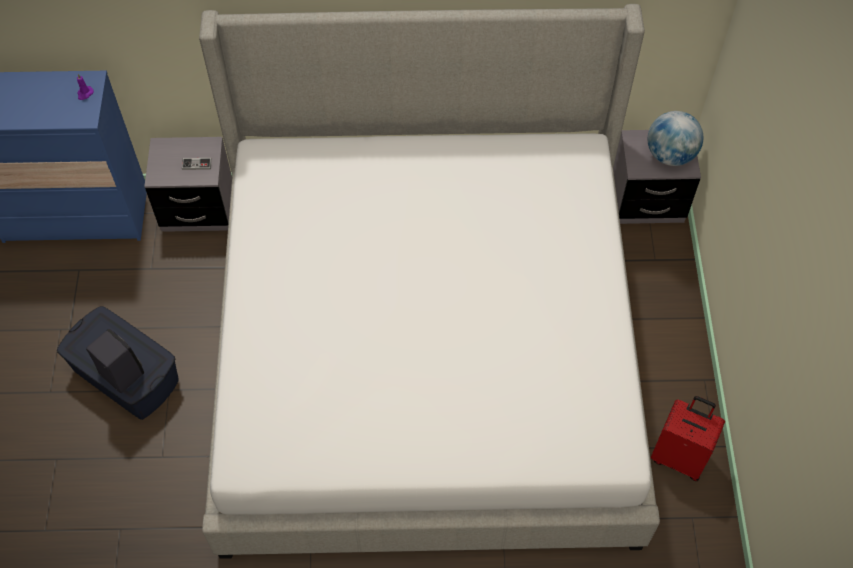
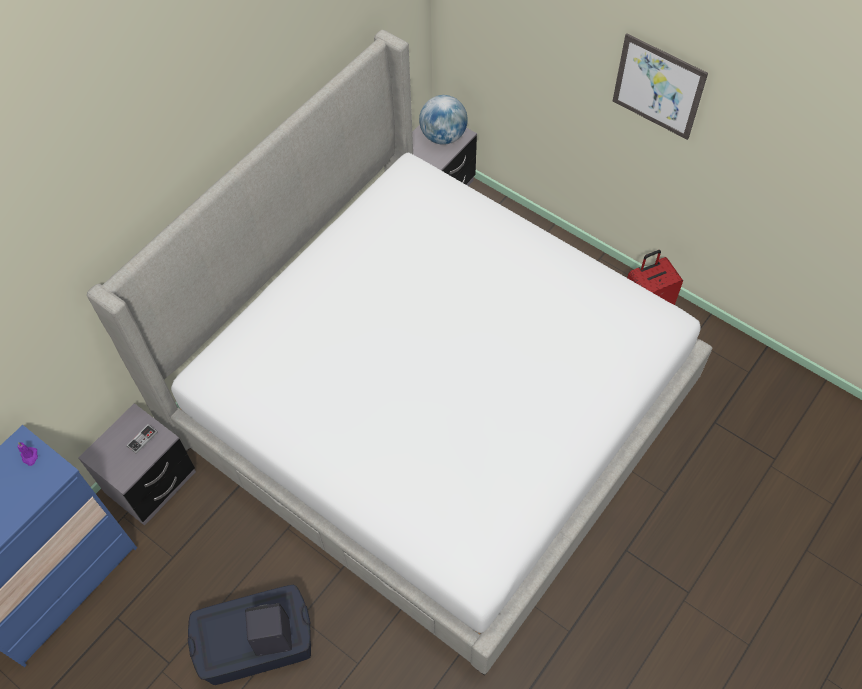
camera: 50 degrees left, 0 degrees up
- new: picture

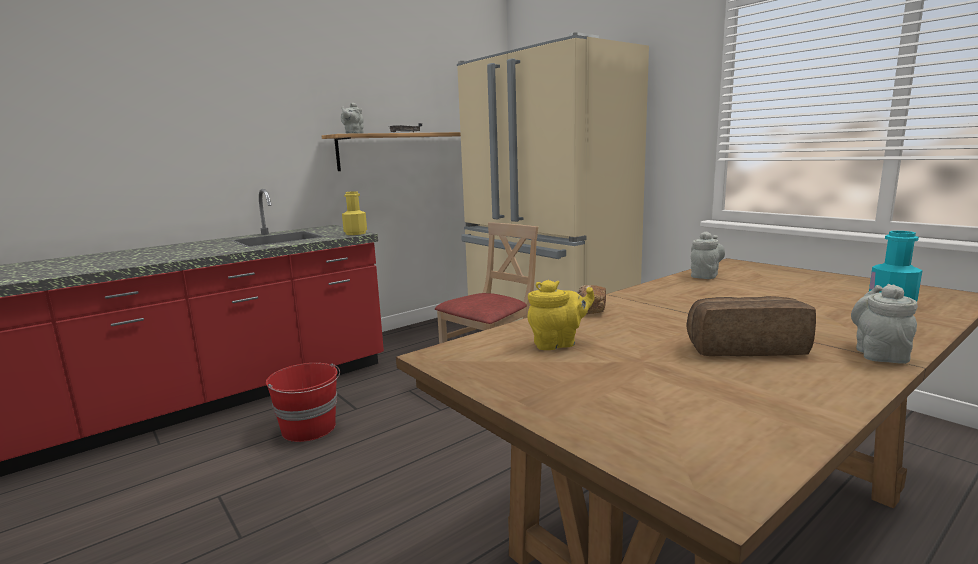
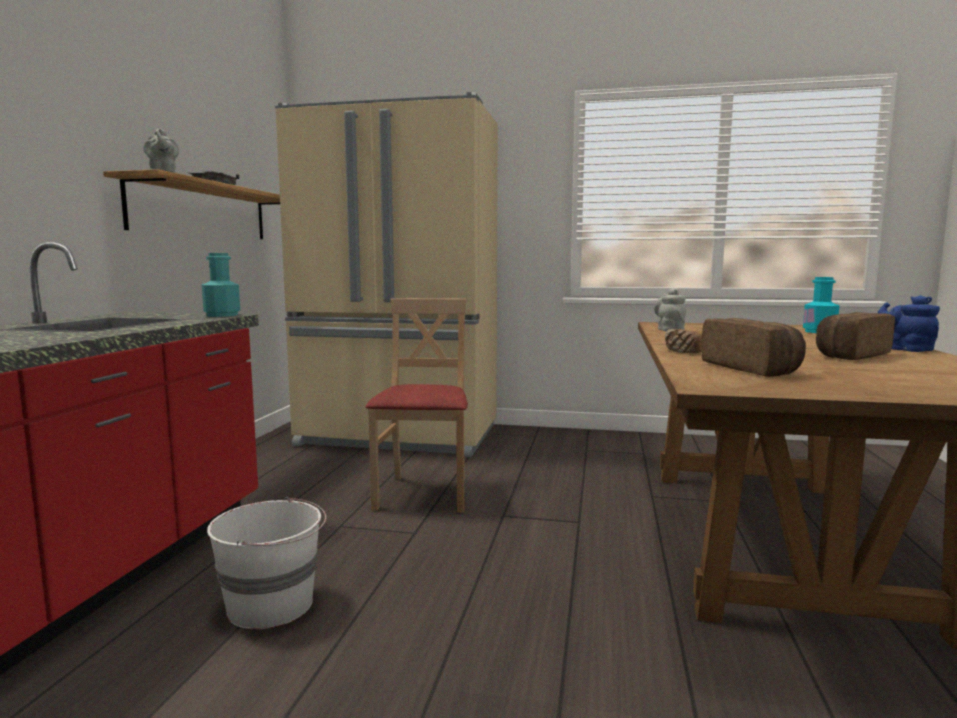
camera: 40 degrees left, 5 degrees down
- repainted: red bucket to white bucket
- repainted: yellow bottle to turquoise bottle (no. 1 from left)
- swapped: yellow teapot to bread (no. 2 from left)
- repainted: grey teapot (no. 3 from left) to blue teapot

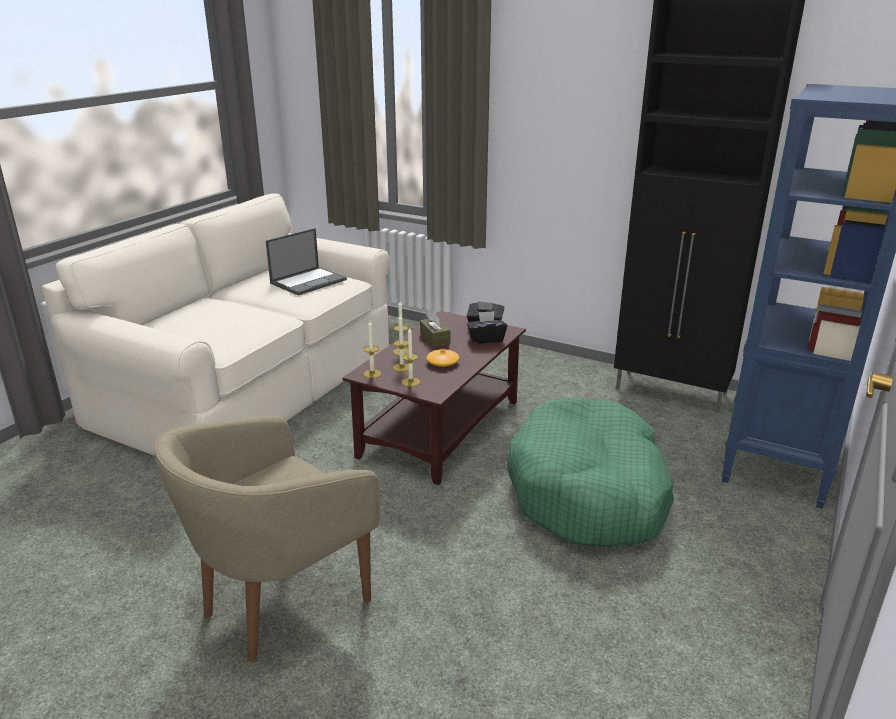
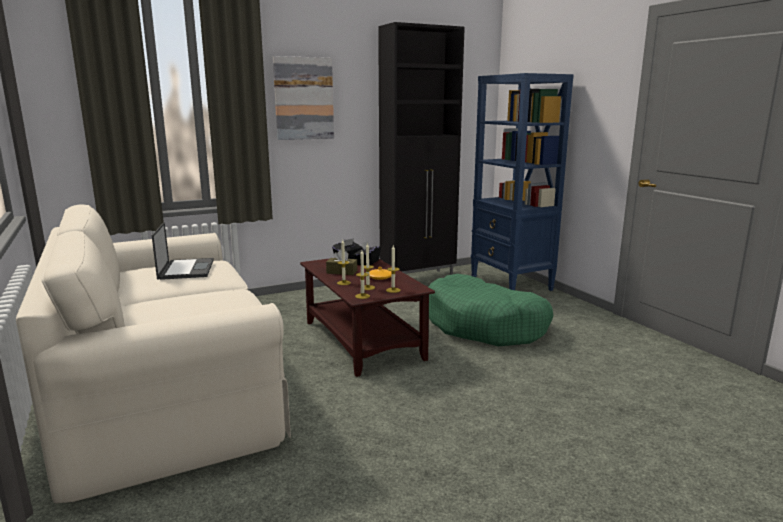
camera: 55 degrees left, 10 degrees down
- gone: beige armchair
- new: picture

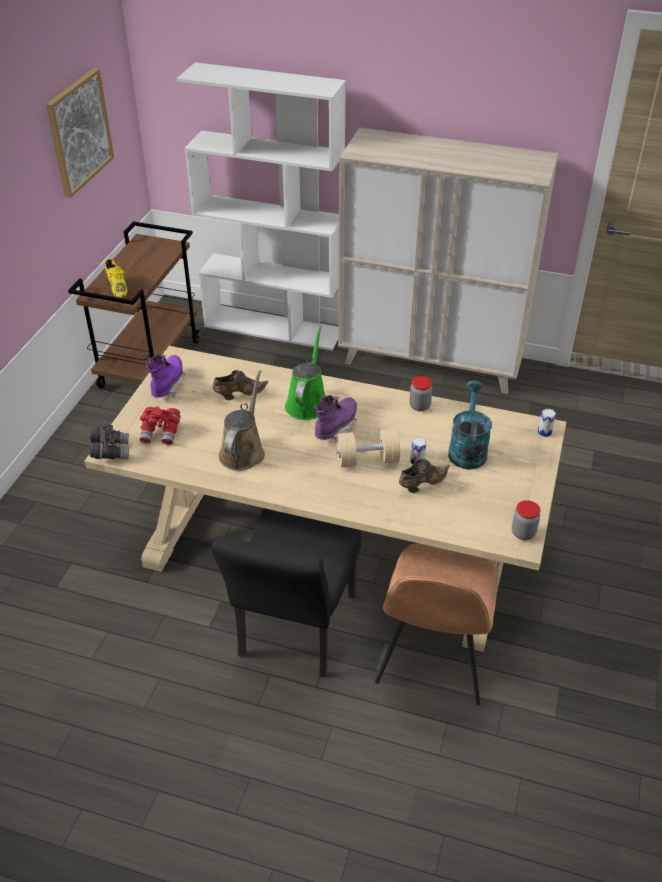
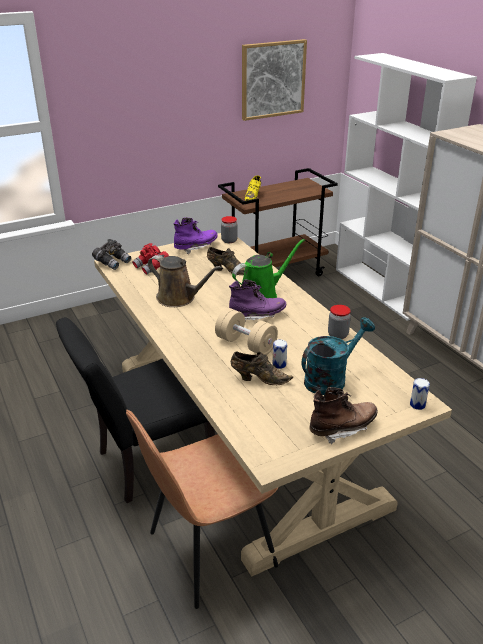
camera: 45 degrees right, 10 degrees down
- rotated: brown watering can 60 degrees clockwise
- shifted: jar (no. 2 from left in the first image) to jar (no. 1 from left)
- new: brown boot

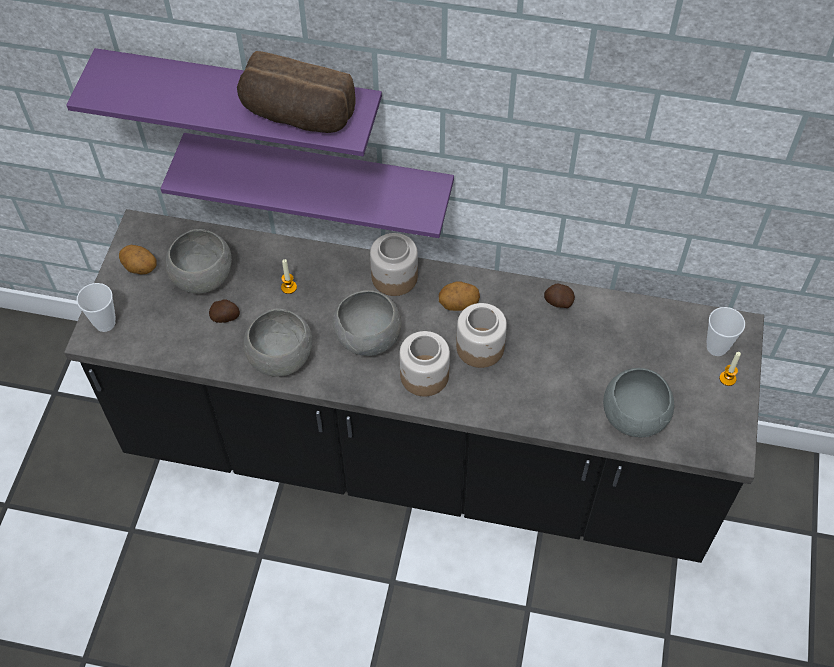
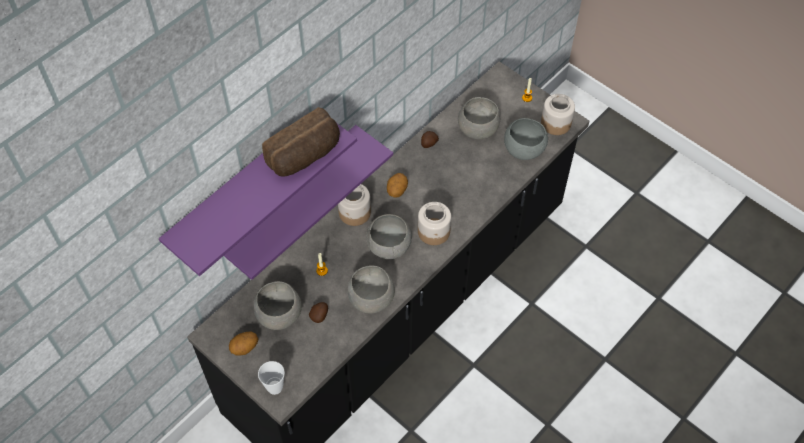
camera: 60 degrees left, 0 degrees up
- shifted: jar (no. 3 from left)
- gone: cup (no. 2 from left)
- new: grey bowl (no. 4 from left)

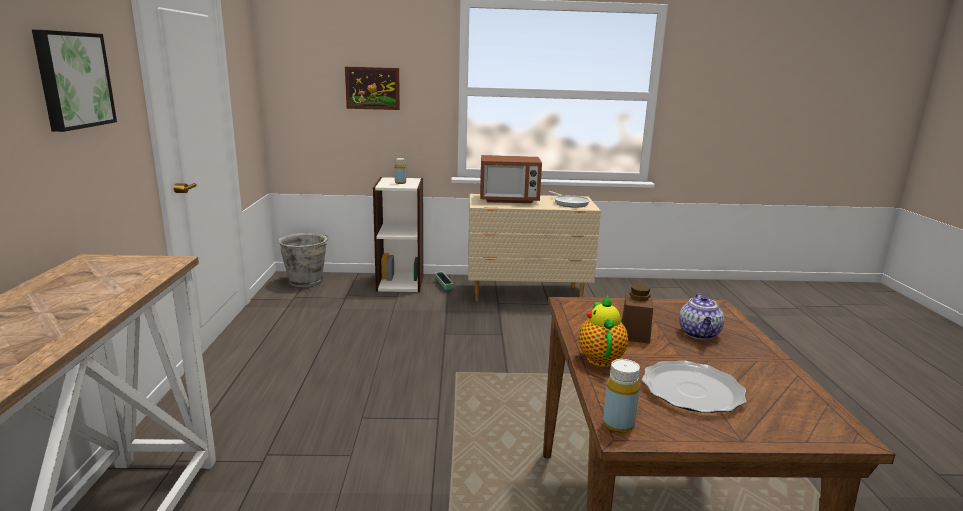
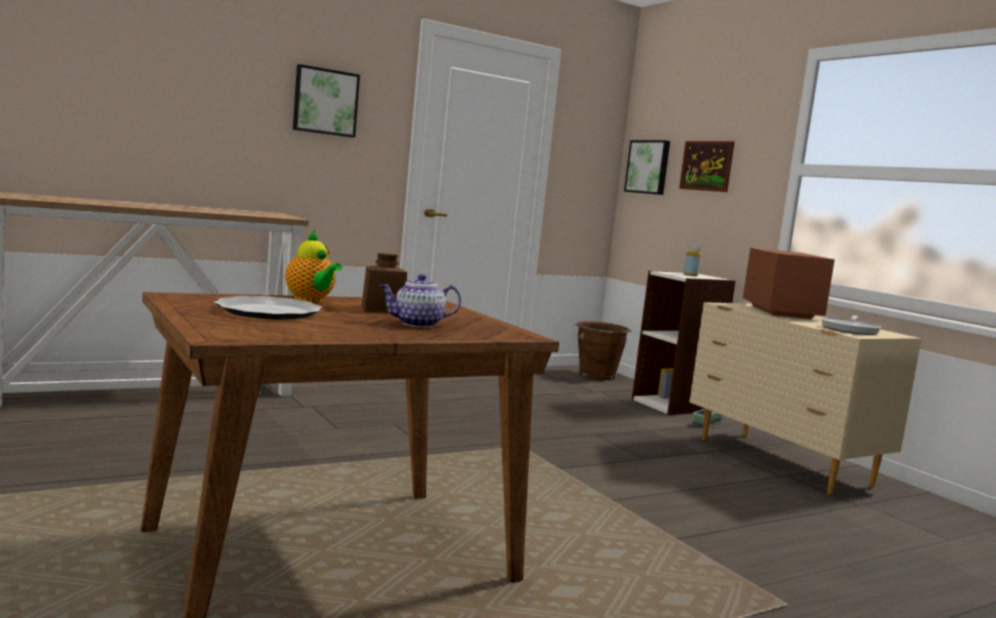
camera: 60 degrees right, 10 degrees down
- repainted: grey bucket to brown bucket
- rotated: microwave 150 degrees counterclockwise
- rotated: teapot (no. 1 from left) 75 degrees clockwise
- gone: yellow bottle (no. 2 from left)
- new: picture (no. 2 from left)

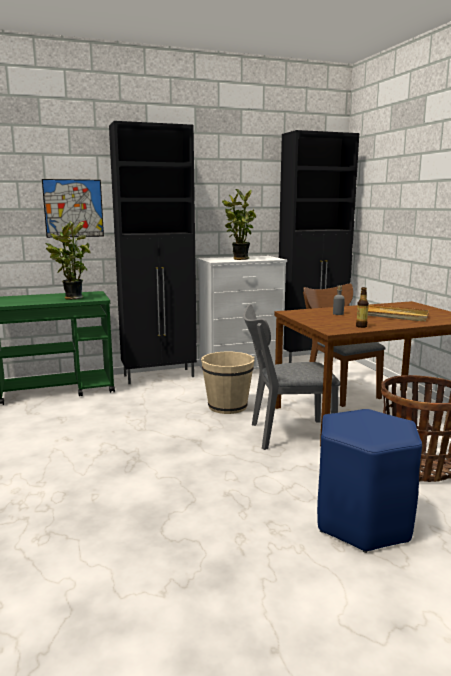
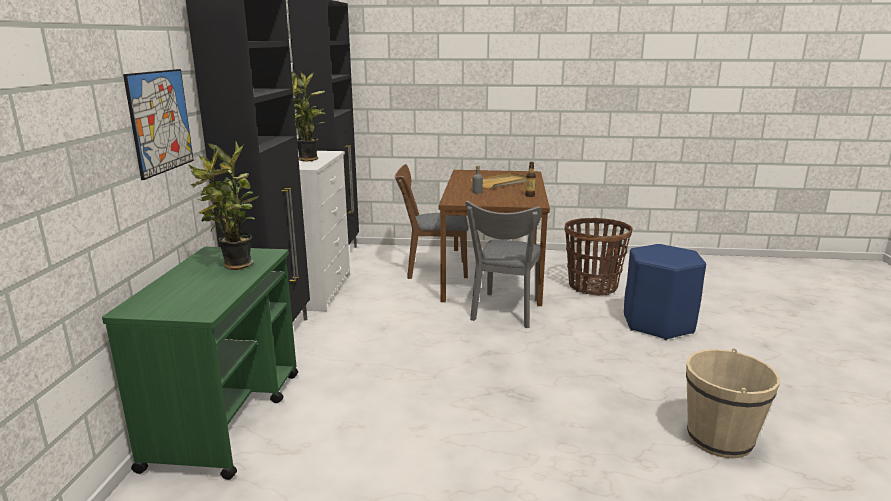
camera: 65 degrees left, 5 degrees up
- shifted: beige bucket

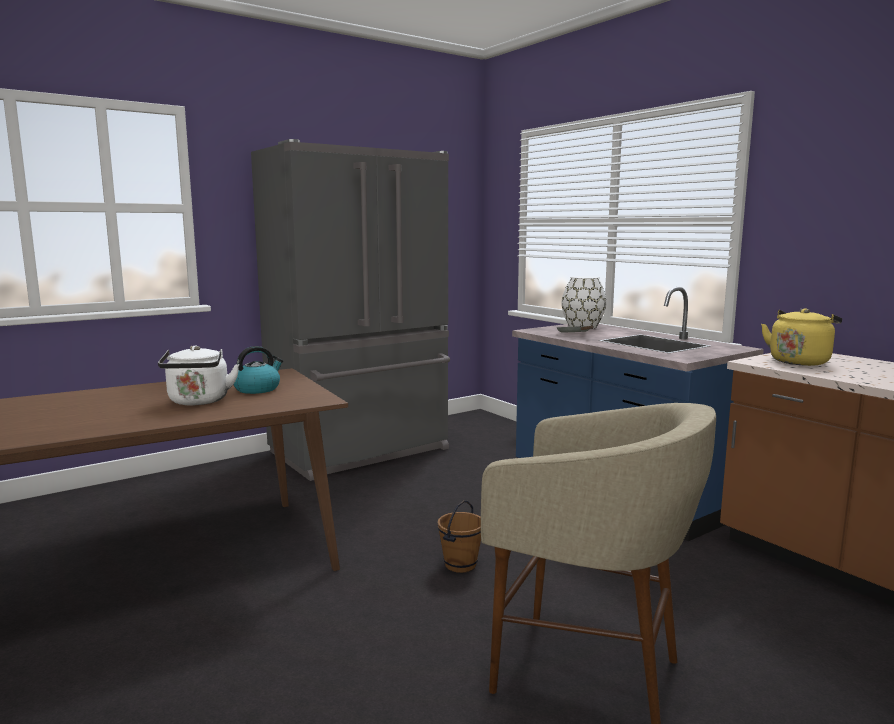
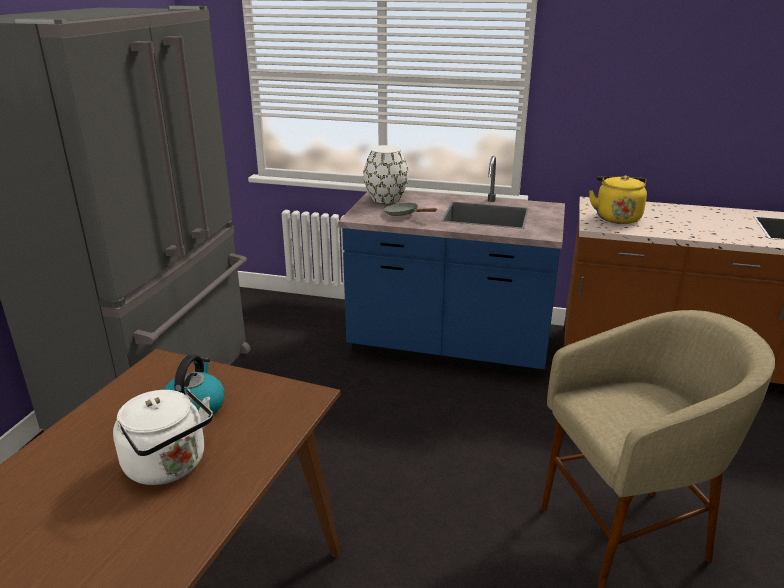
camera: 40 degrees left, 15 degrees up
- gone: brown bucket

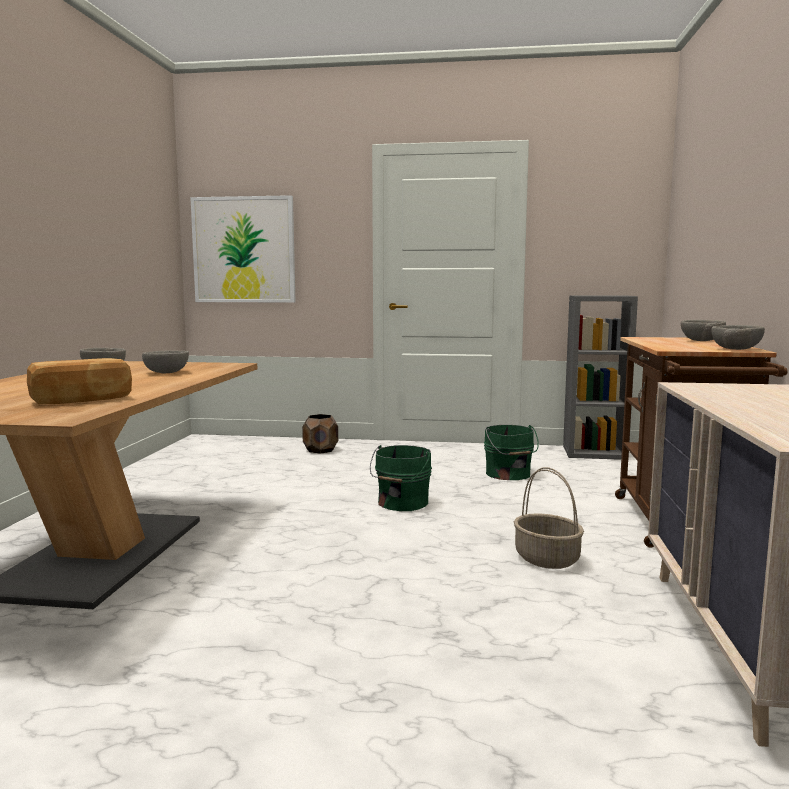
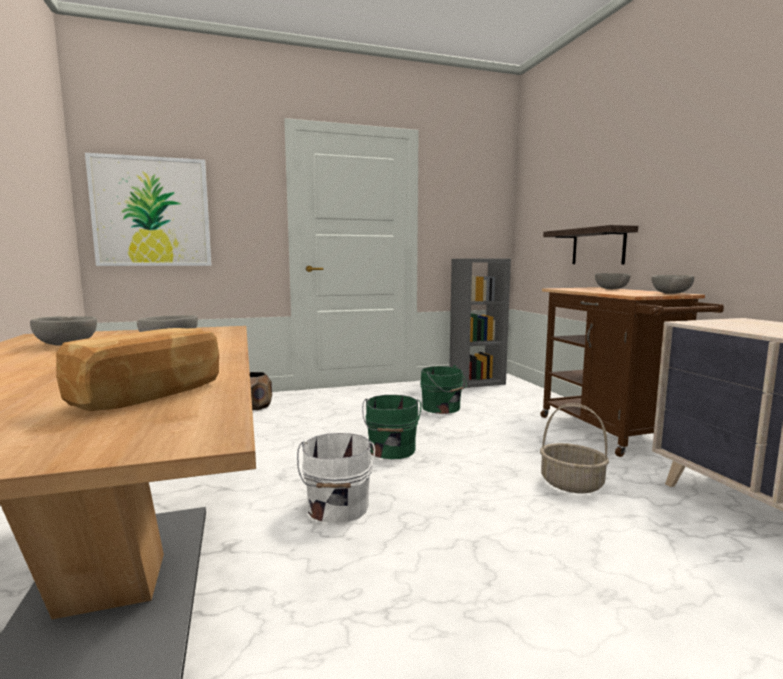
camera: 25 degrees left, 0 degrees up
- new: white bucket
- new: shelf

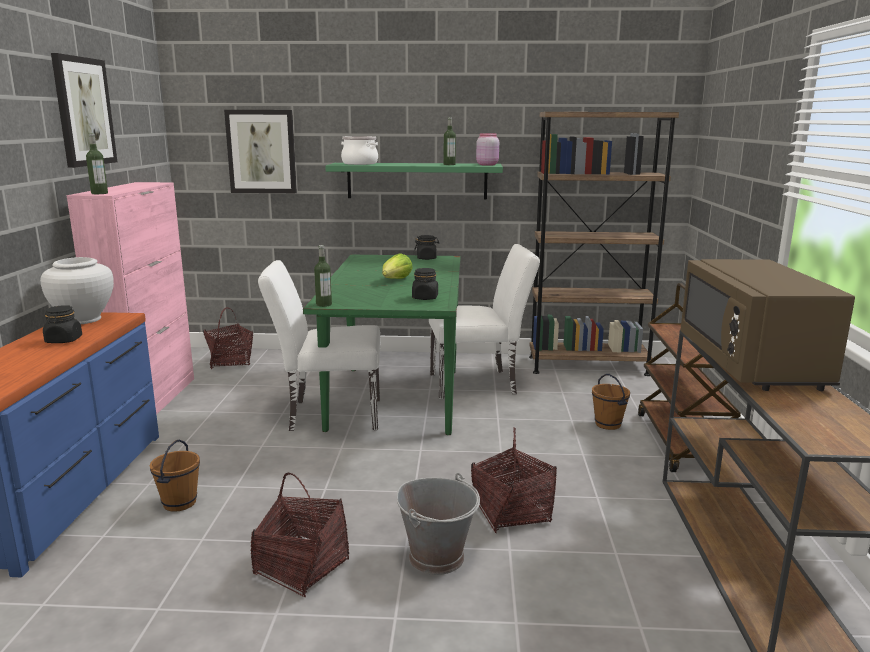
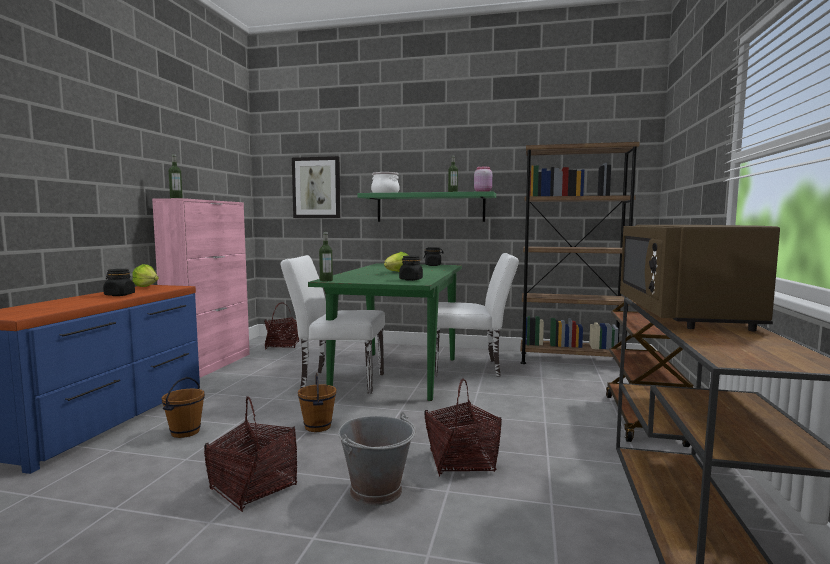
camera: 10 degrees right, 10 degrees down
- swapped: white vase to lettuce (no. 1 from left)
- gone: picture (no. 1 from left)
- shifted: brown bucket (no. 2 from left)

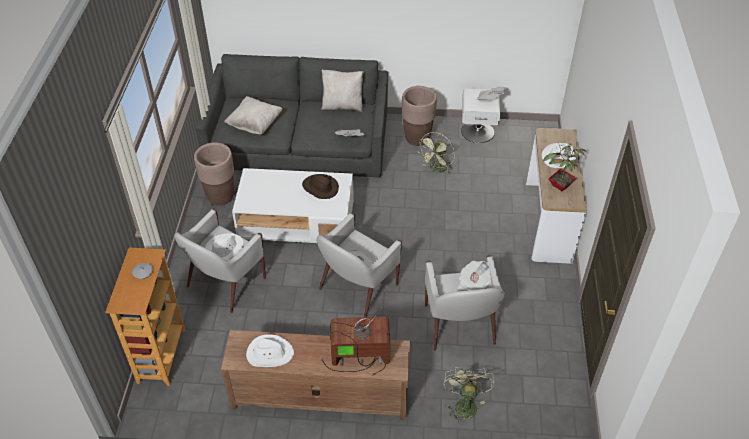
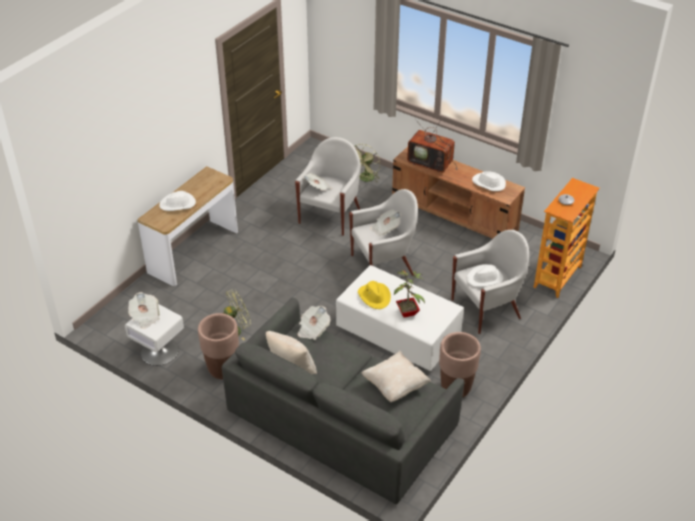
camera: 150 degrees left, 5 degrees down
- repainted: brown hat to yellow hat
- shifted: potted plant

